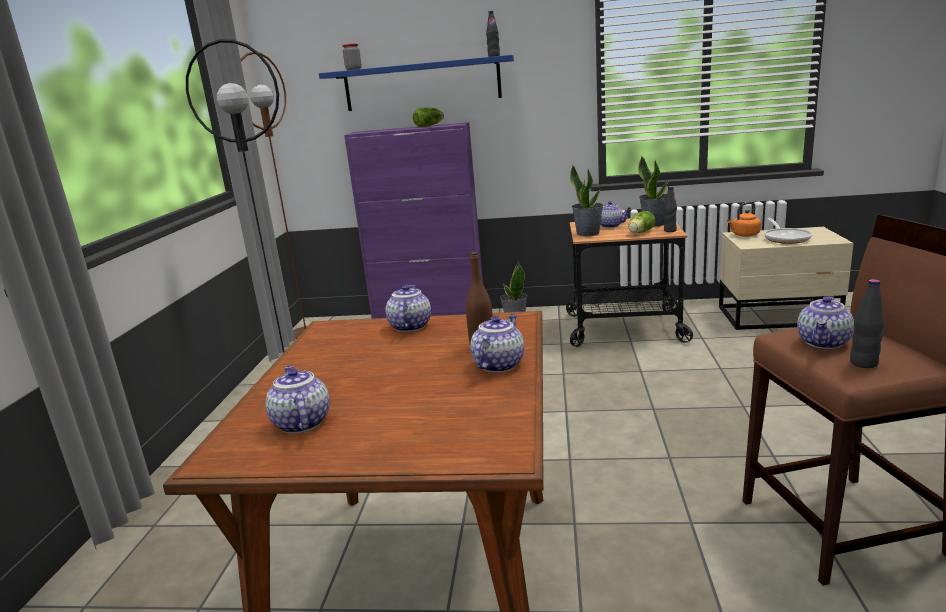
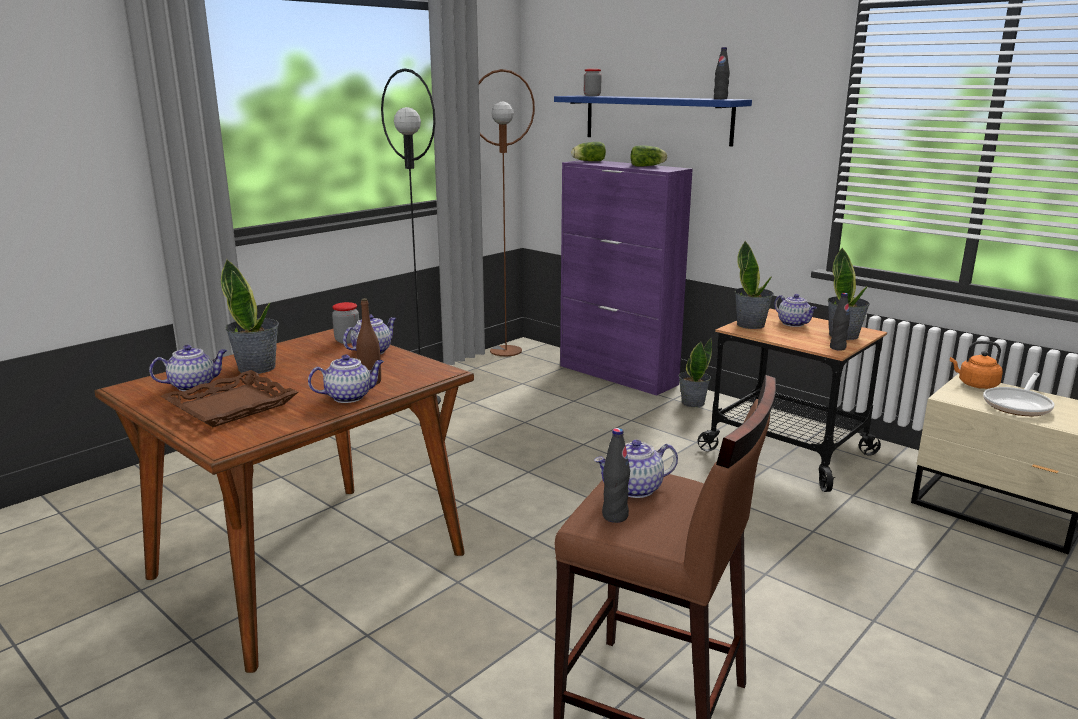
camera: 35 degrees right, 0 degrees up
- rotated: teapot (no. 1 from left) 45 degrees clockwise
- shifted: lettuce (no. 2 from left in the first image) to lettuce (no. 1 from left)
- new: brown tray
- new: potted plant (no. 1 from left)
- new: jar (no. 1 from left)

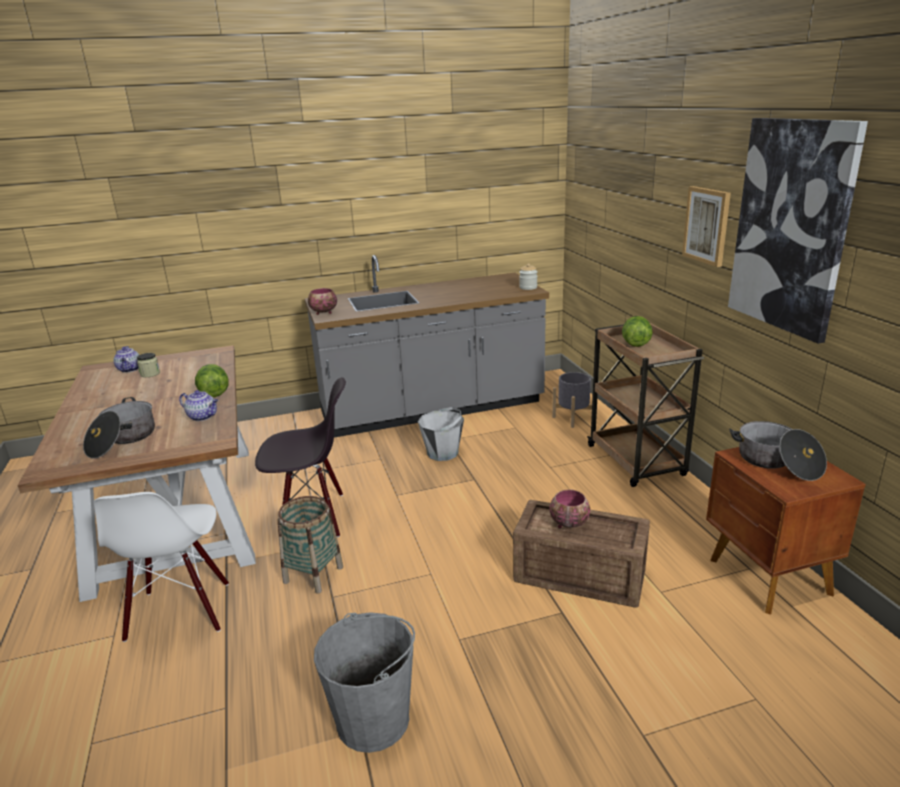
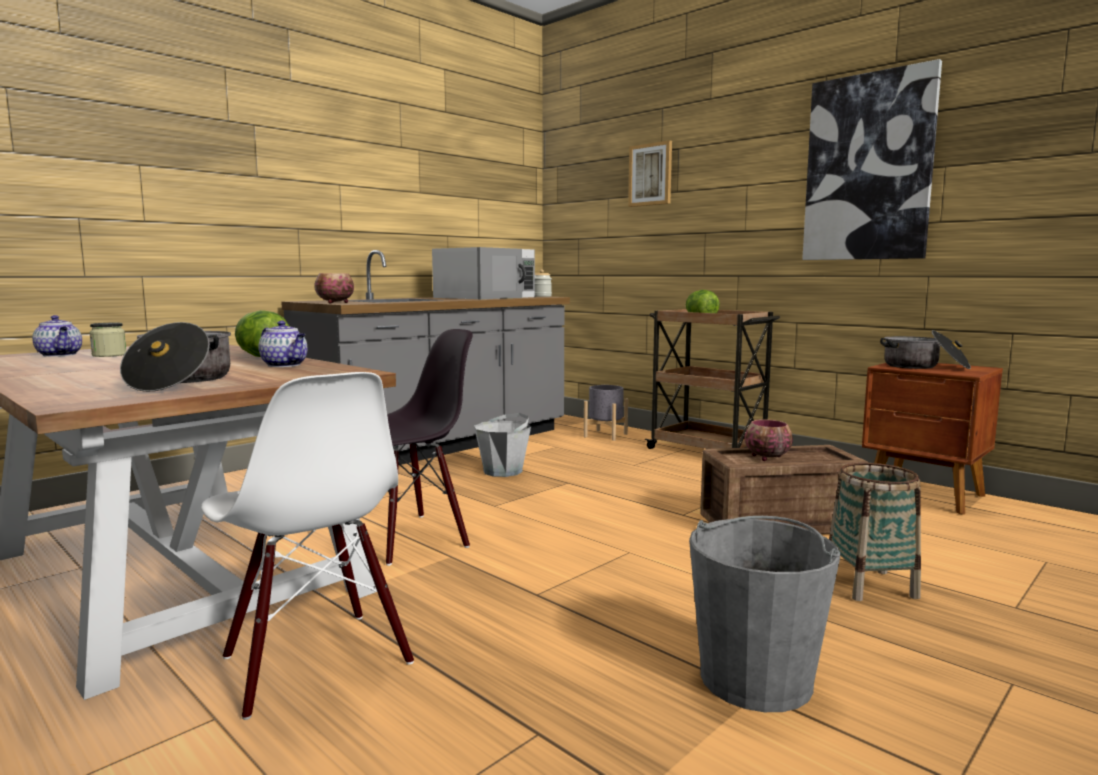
camera: 30 degrees left, 15 degrees down
- rotated: teapot (no. 2 from left) 45 degrees clockwise
- shifted: basket
- shifted: picture (no. 1 from left)
- new: white microwave

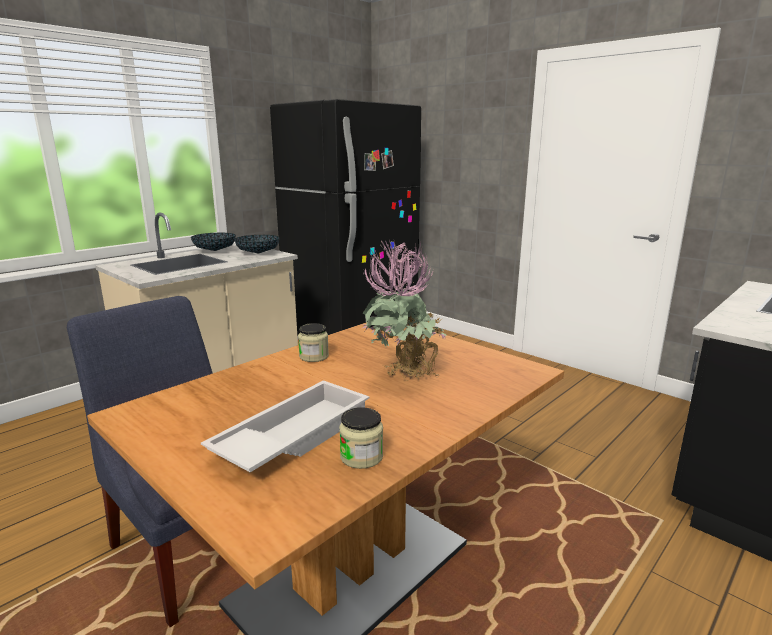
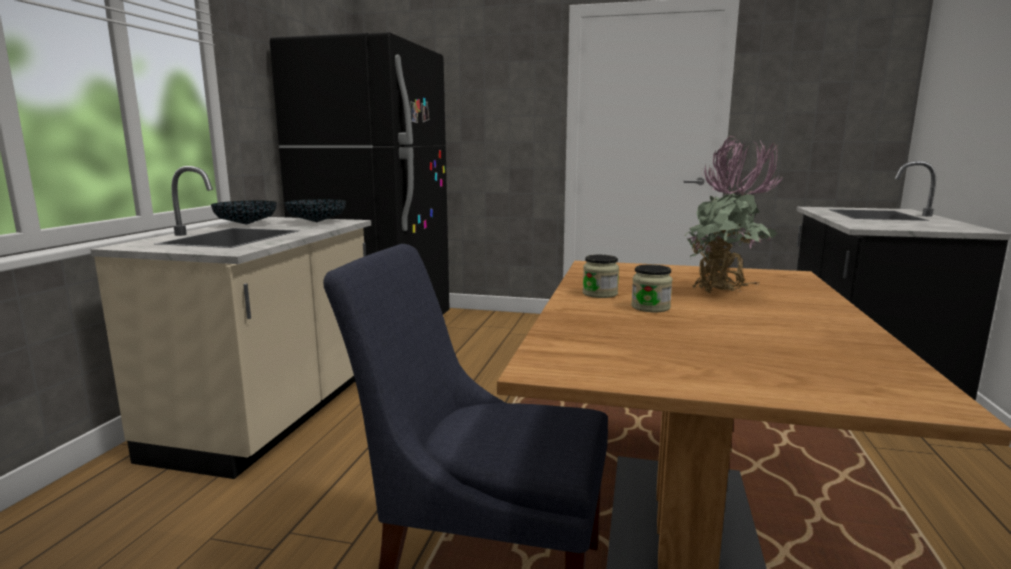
camera: 30 degrees left, 5 degrees down
- gone: white tray
- shifted: jar (no. 2 from left)

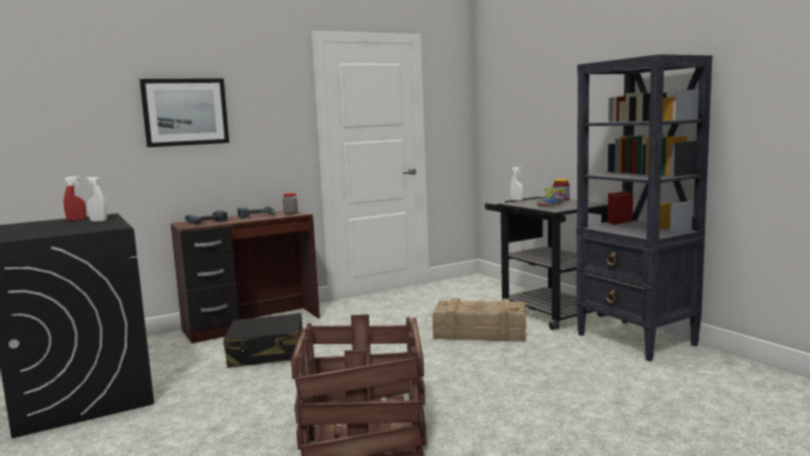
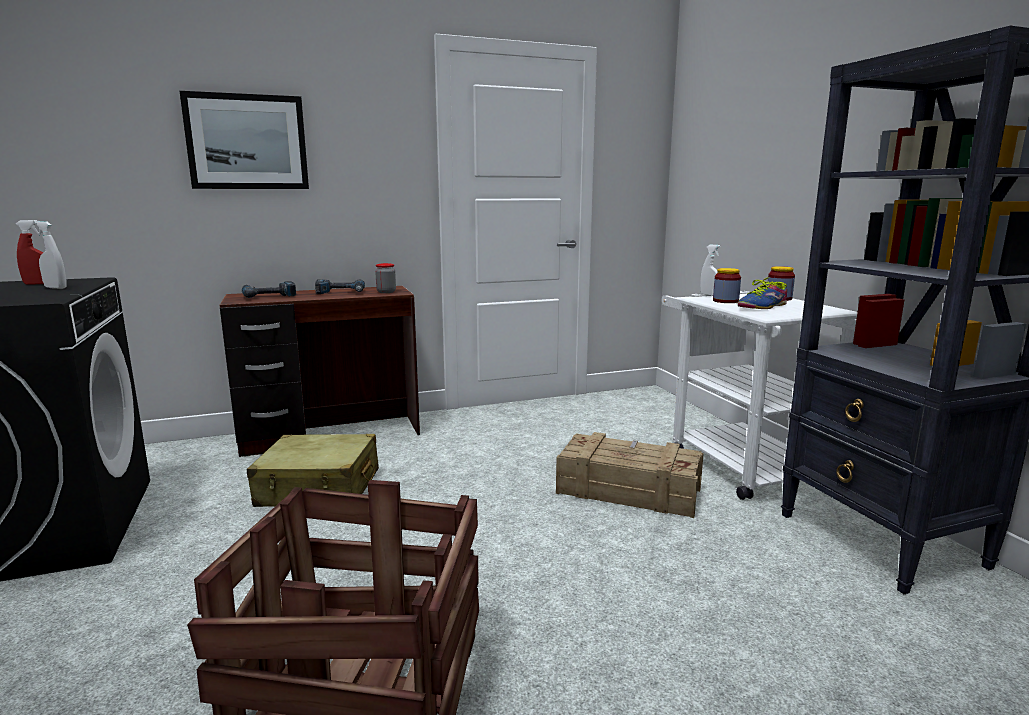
camera: 10 degrees right, 5 degrees up
- repainted: black suitcase to beige suitcase
- repainted: black cart to white cart
- new: jar (no. 2 from left)

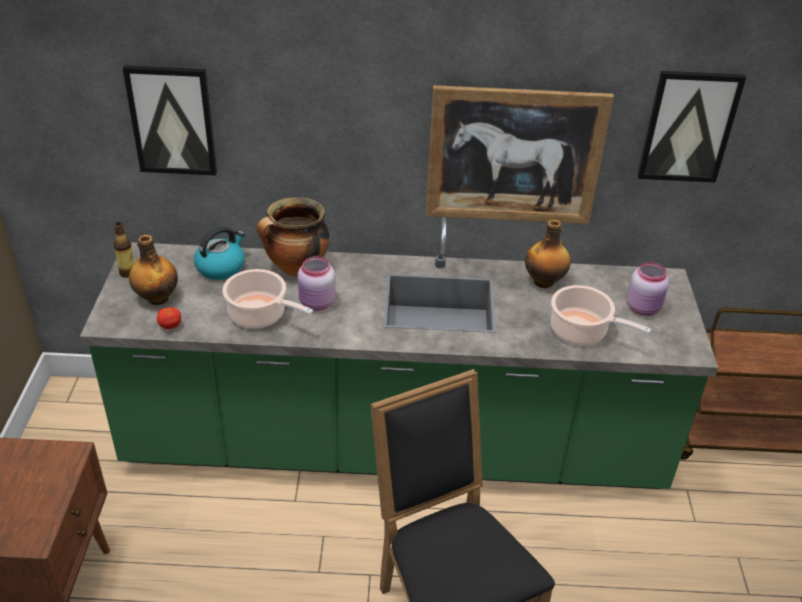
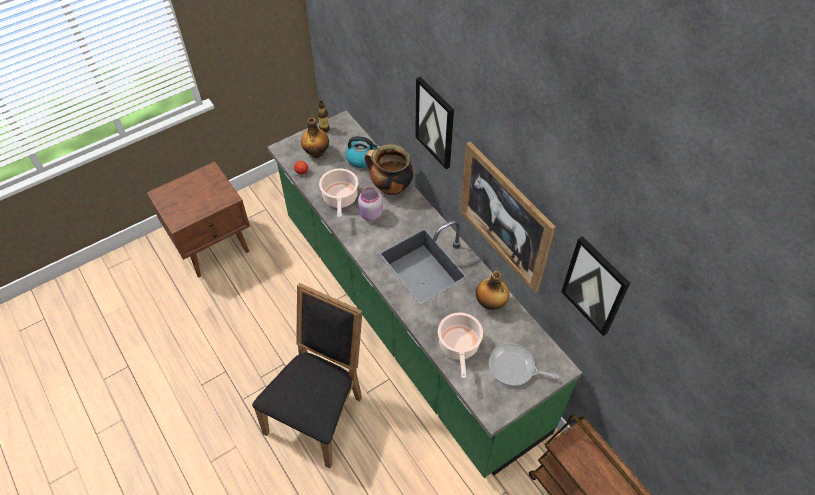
camera: 55 degrees right, 15 degrees up
- shifted: picture (no. 1 from left)
- swapped: pink jar (no. 2 from left) to frying pan

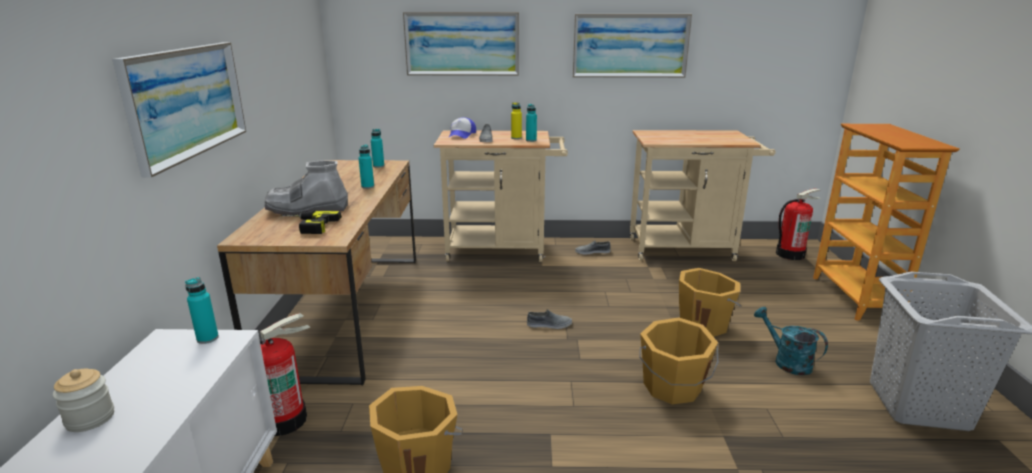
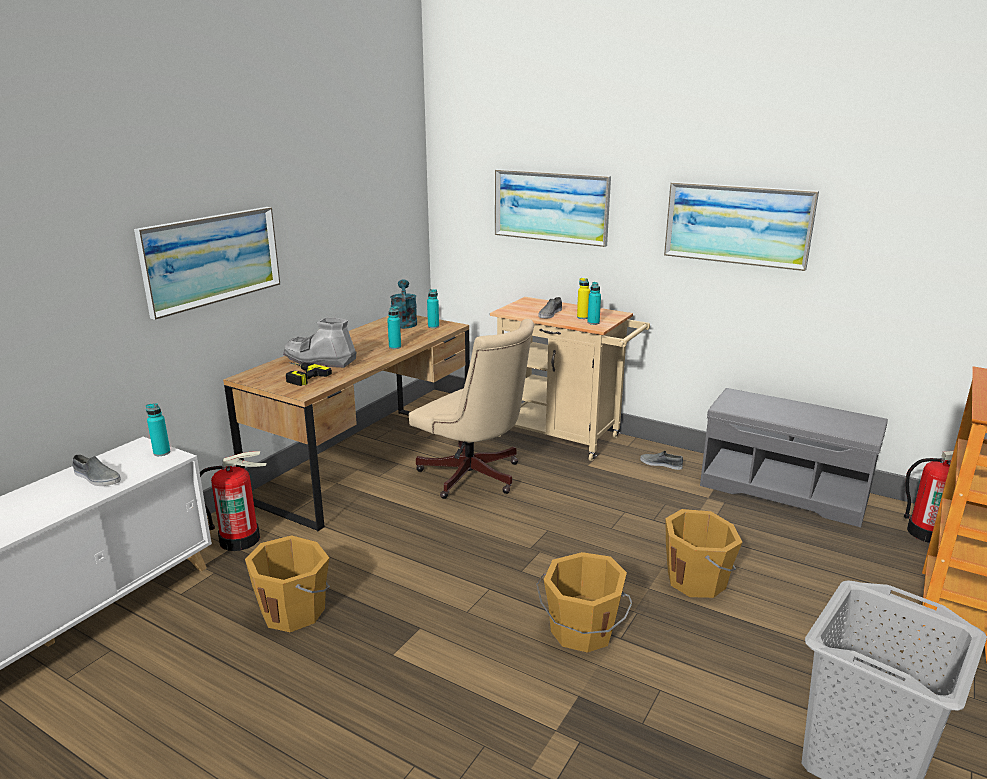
camera: 30 degrees right, 0 degrees up
- gone: jar
- gone: cap
- shifted: grey shoe (no. 2 from left in the first image) to grey shoe (no. 1 from left)
- swapped: beige cart (no. 2 from left) to grey bench
- shifted: turquoise watering can
- new: beige office chair

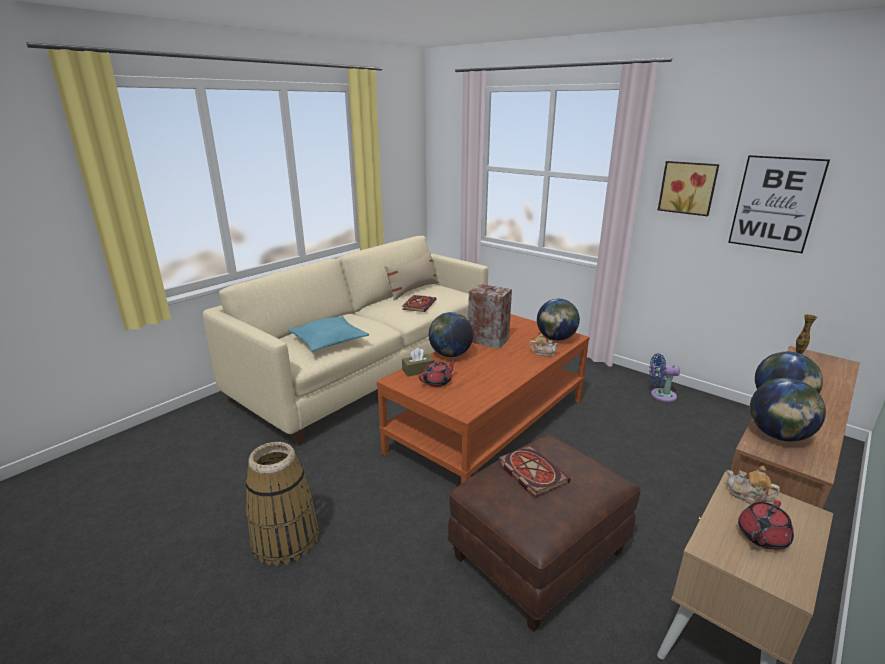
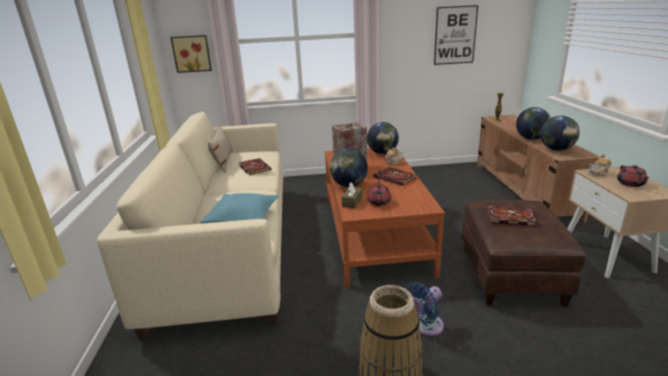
camera: 45 degrees left, 0 degrees up
- shifted: blue fan
- shifted: picture (no. 1 from left)
- new: book (no. 2 from left)

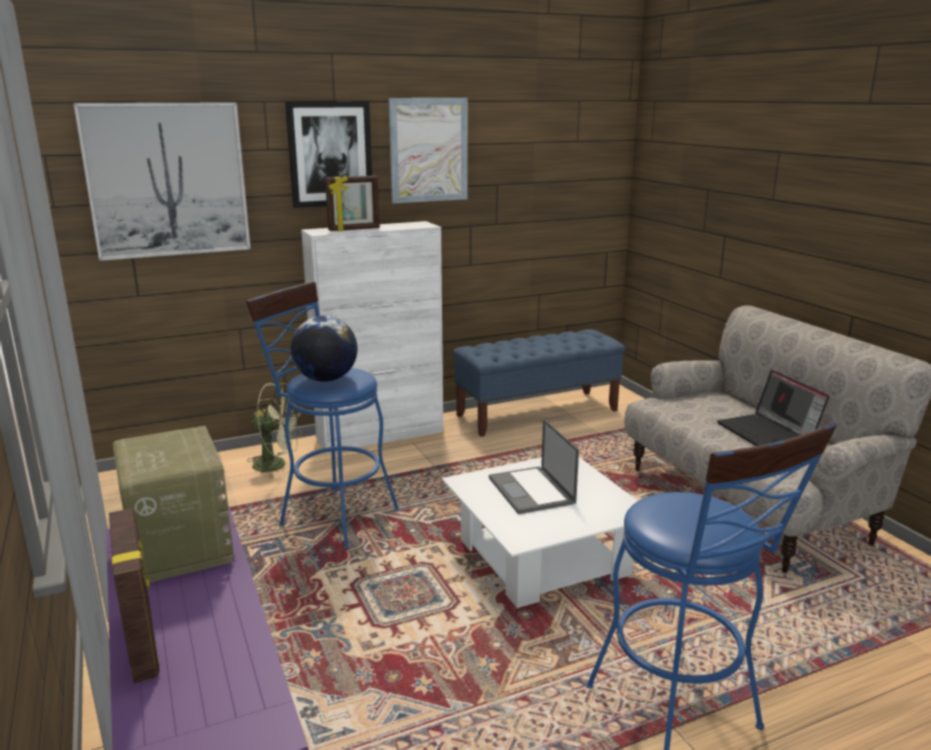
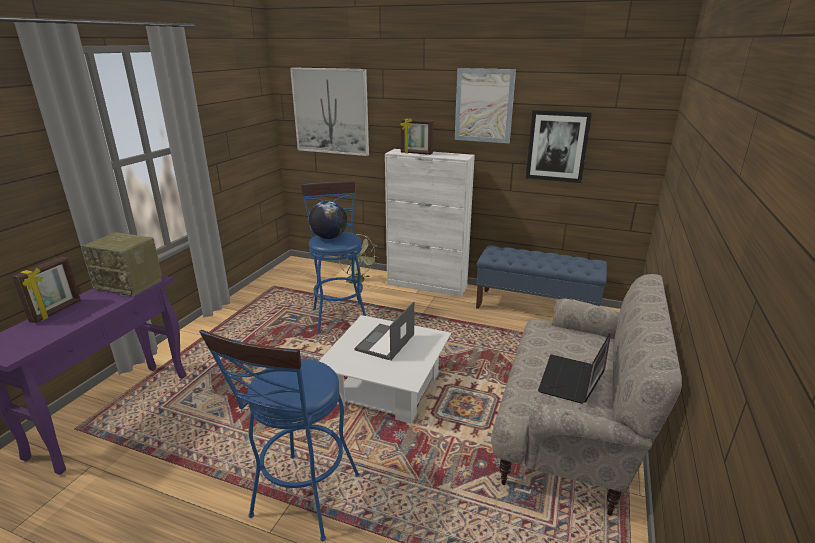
camera: 45 degrees right, 5 degrees up
- rotated: radio 90 degrees clockwise
- shifted: picture (no. 2 from left in the first image) to picture (no. 3 from left)

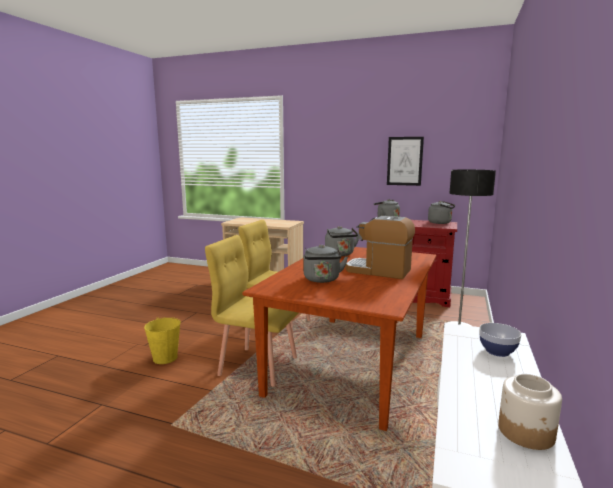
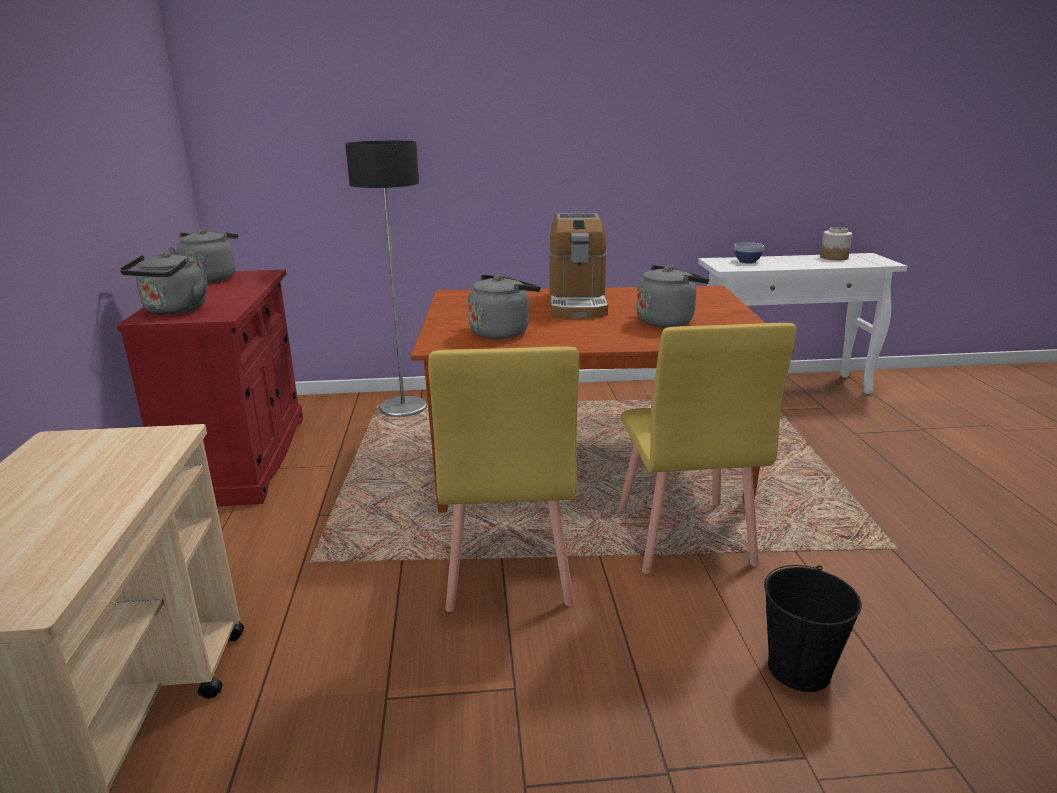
camera: 115 degrees left, 10 degrees up
- repainted: yellow bucket to black bucket
- gone: picture

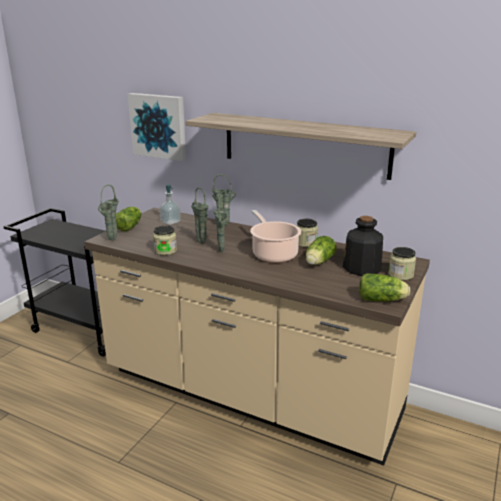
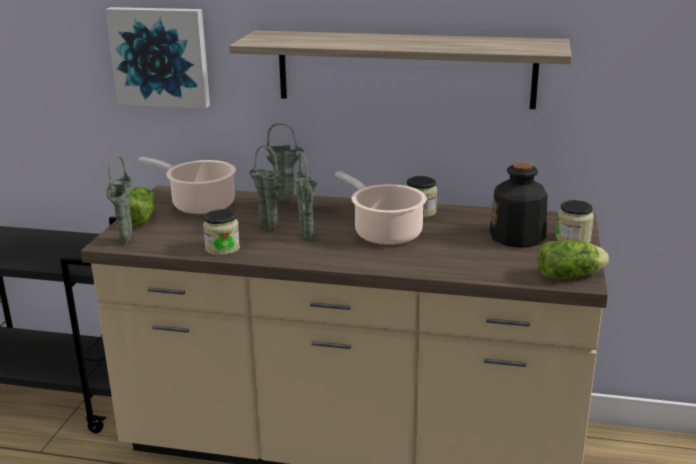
camera: 15 degrees left, 0 degrees up
- swapped: soap dispenser to cooking pot (no. 1 from left)
- gone: lettuce (no. 2 from left)

